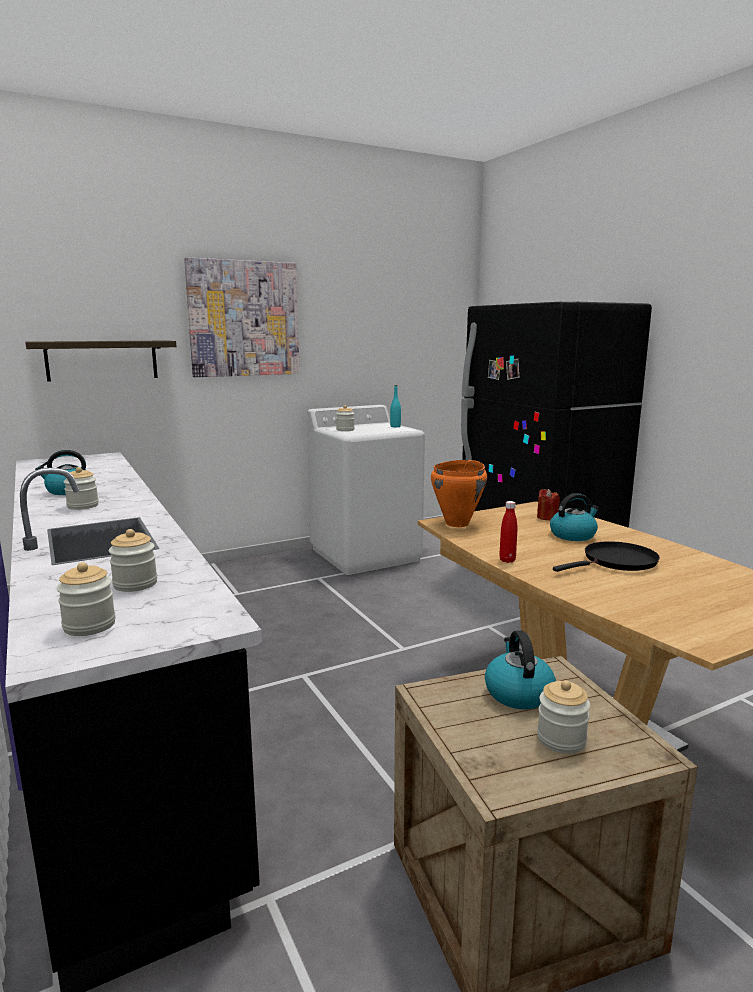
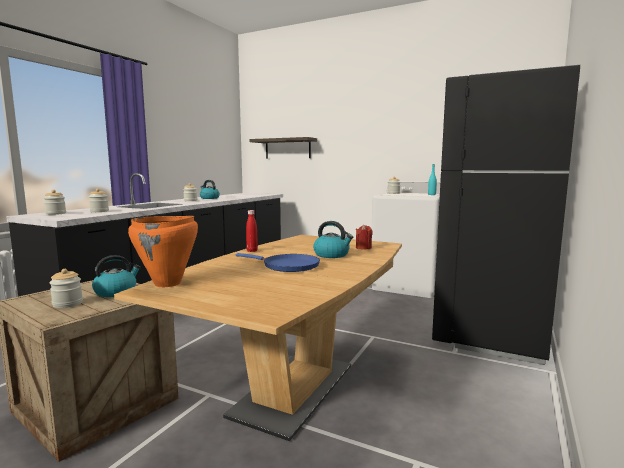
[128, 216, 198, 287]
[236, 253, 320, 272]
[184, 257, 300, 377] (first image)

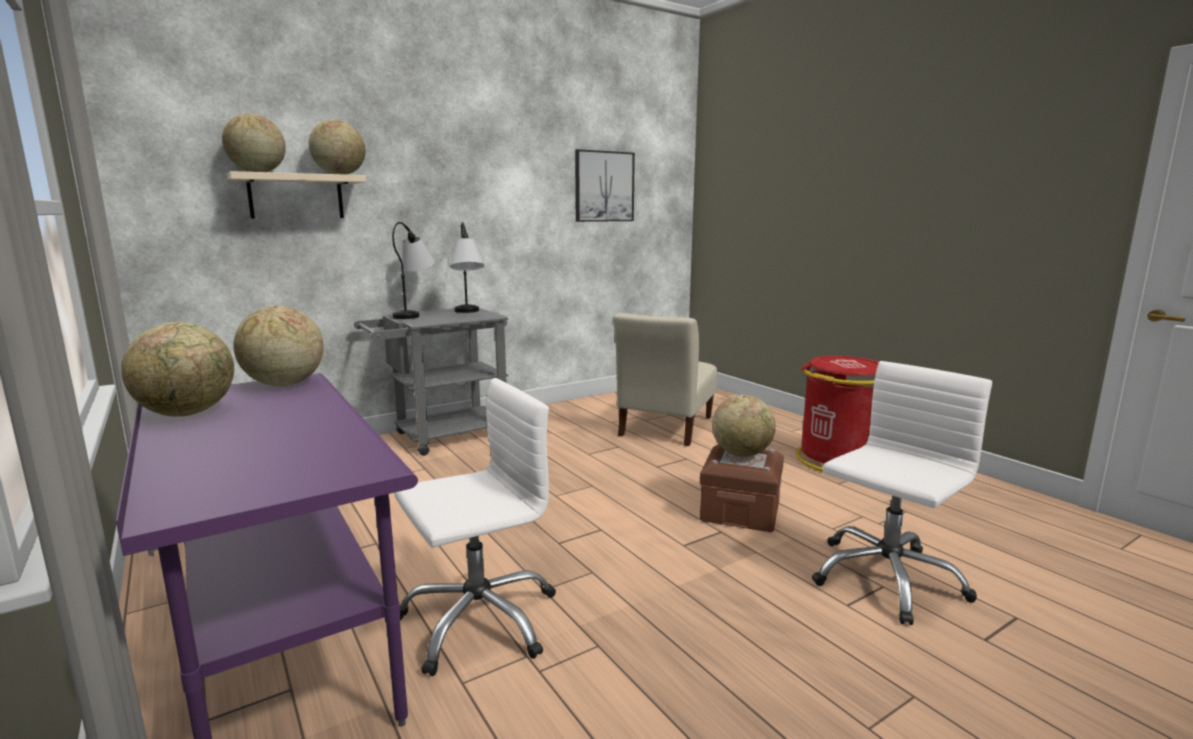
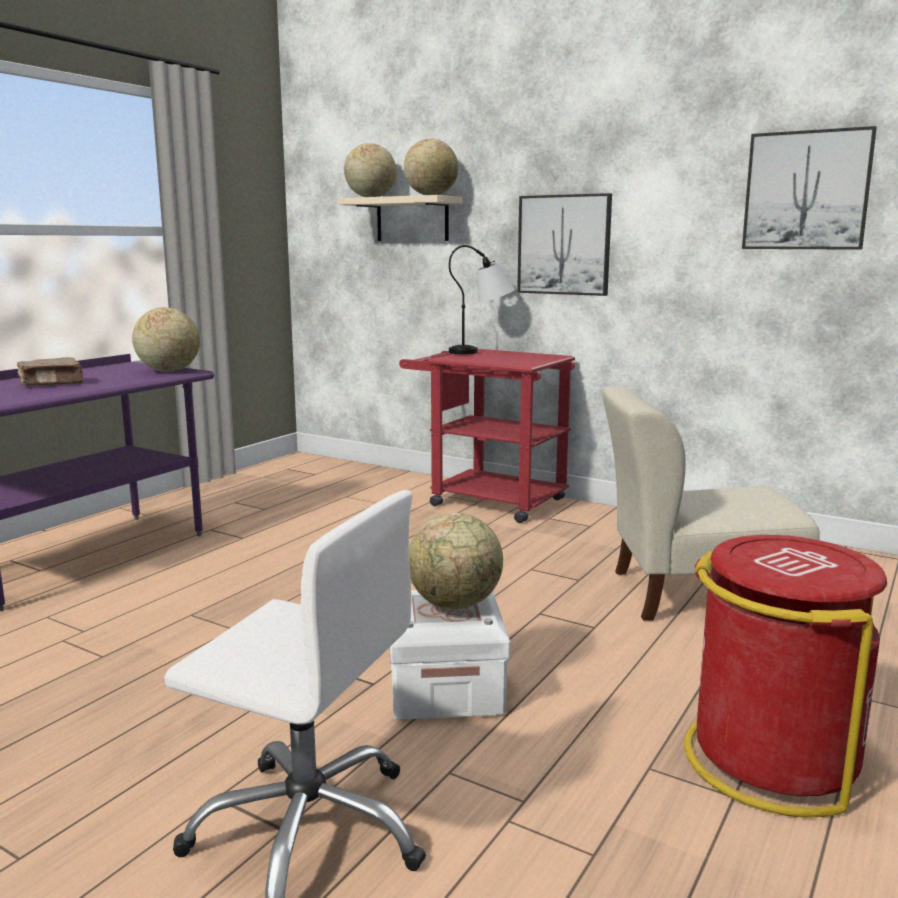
[17, 357, 83, 386]
[389, 590, 510, 720]
[399, 349, 575, 523]
[517, 193, 612, 296]
[121, 322, 234, 416] (first image)
[395, 378, 556, 676] (first image)
[450, 222, 485, 313] (first image)

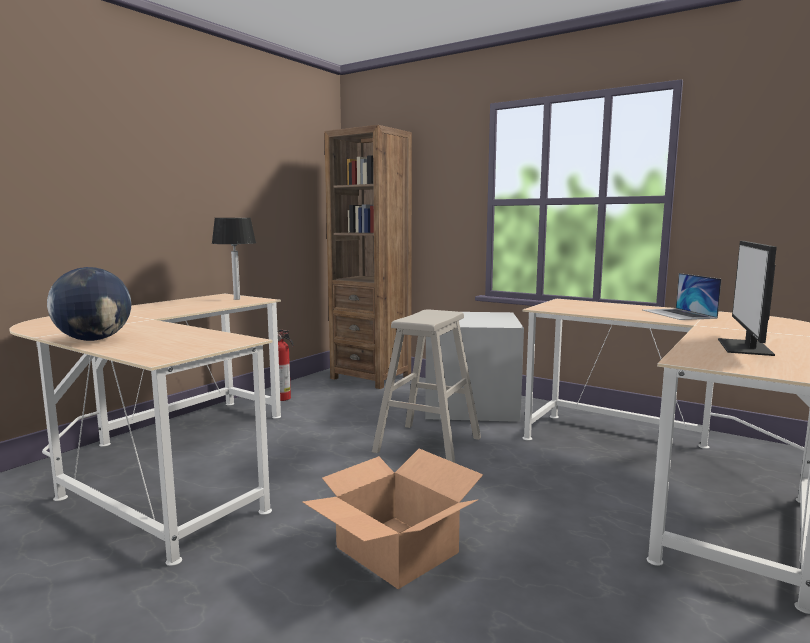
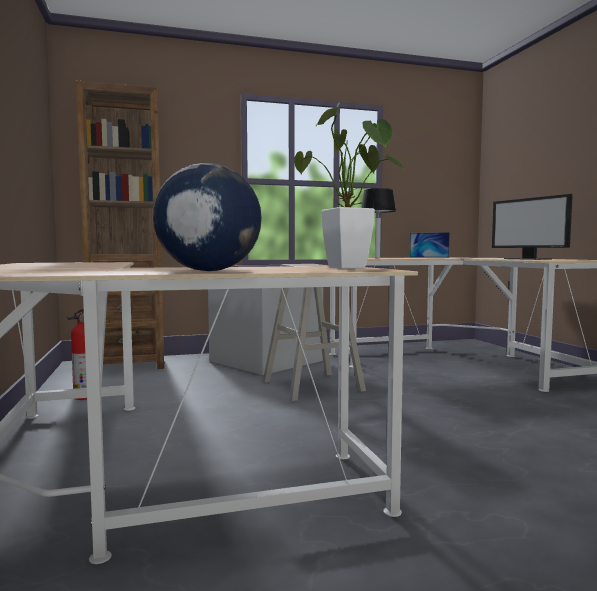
[294, 102, 404, 269]
[361, 188, 396, 258]
[303, 449, 483, 589] (first image)

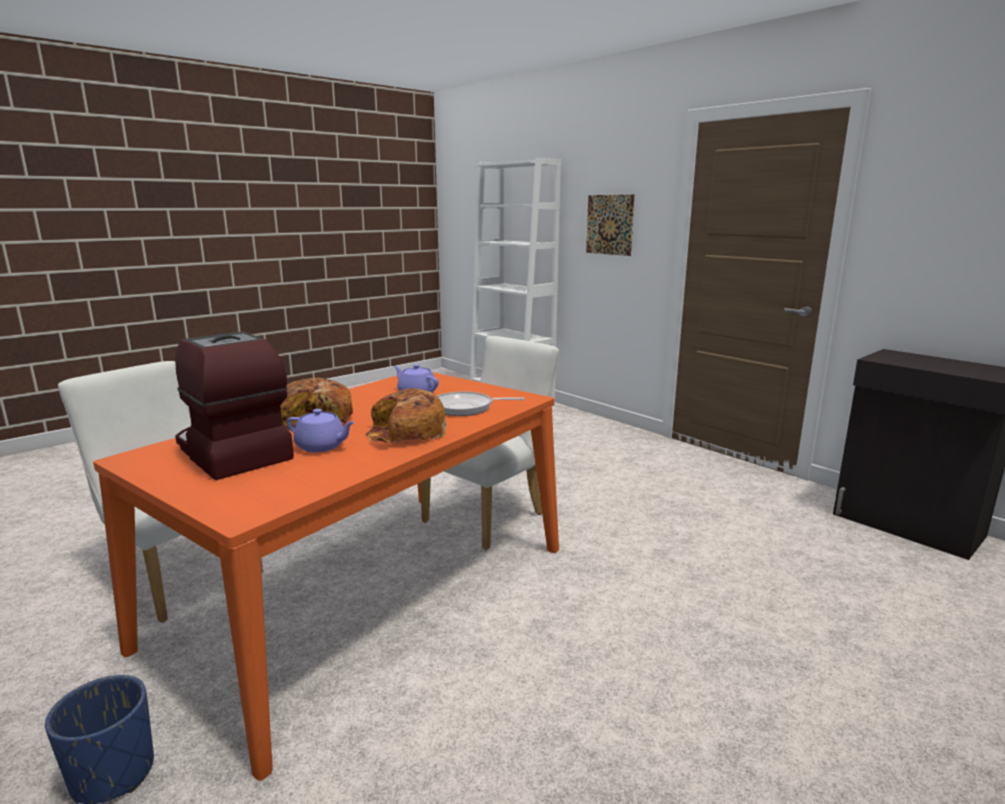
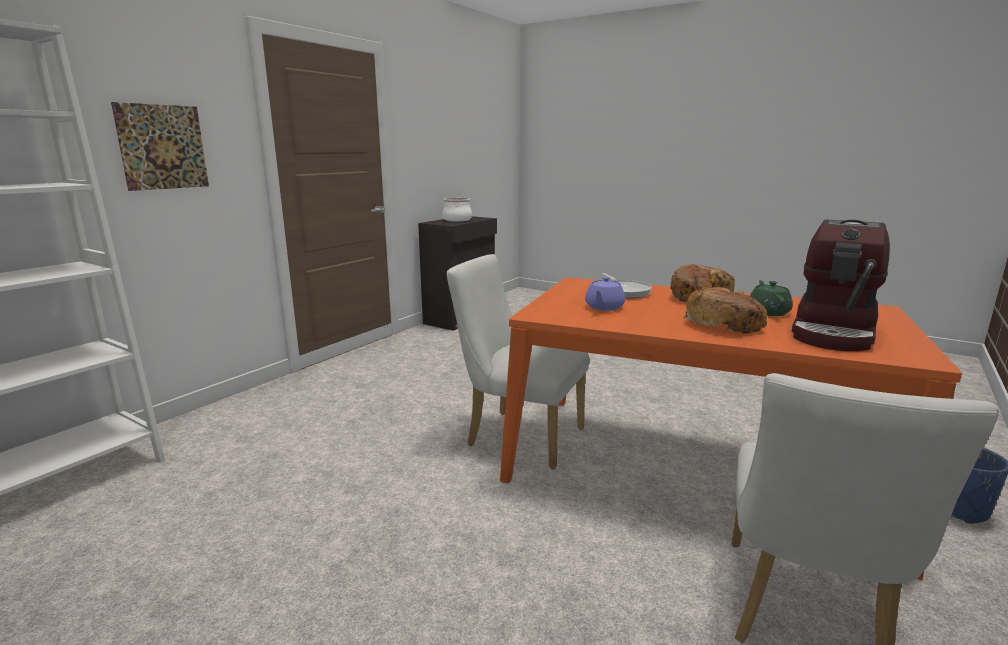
[443, 198, 472, 221]
[750, 280, 793, 316]

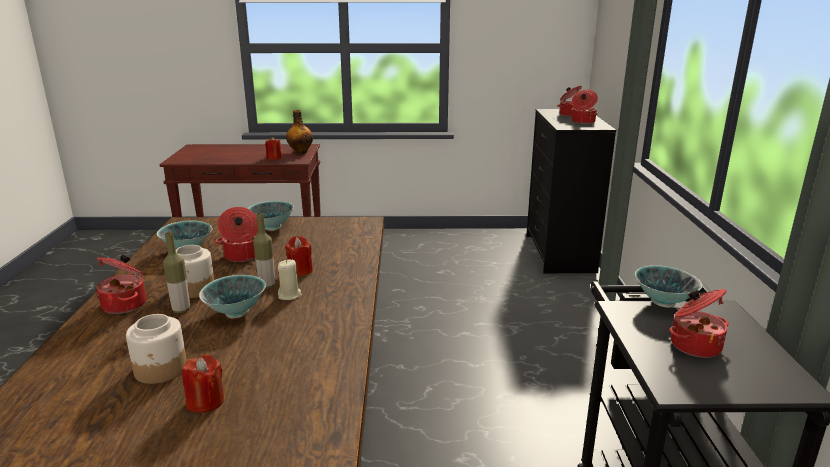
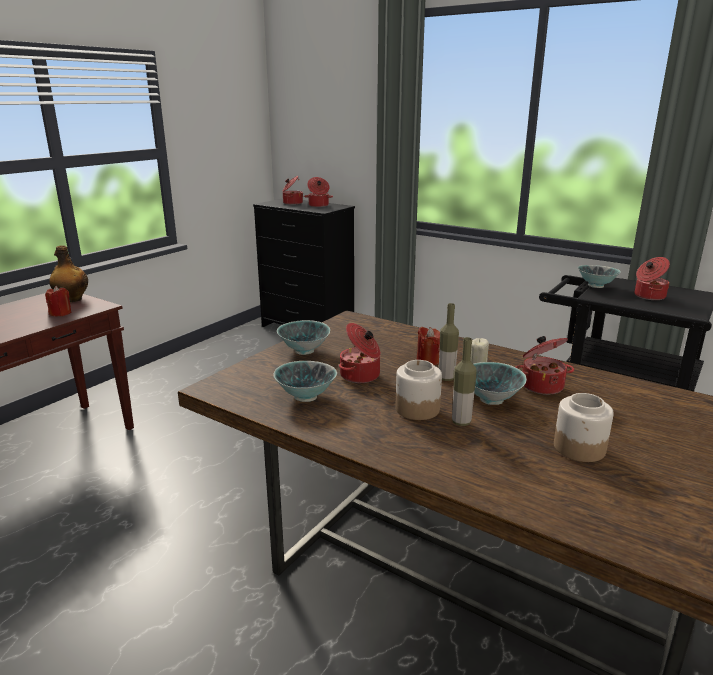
[516, 336, 574, 395]
[182, 354, 224, 413] (first image)

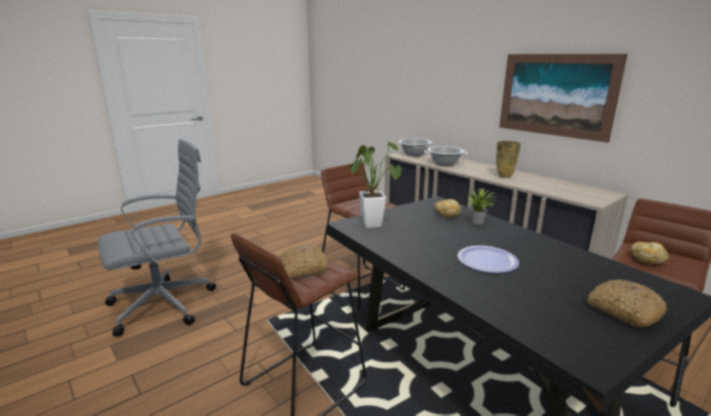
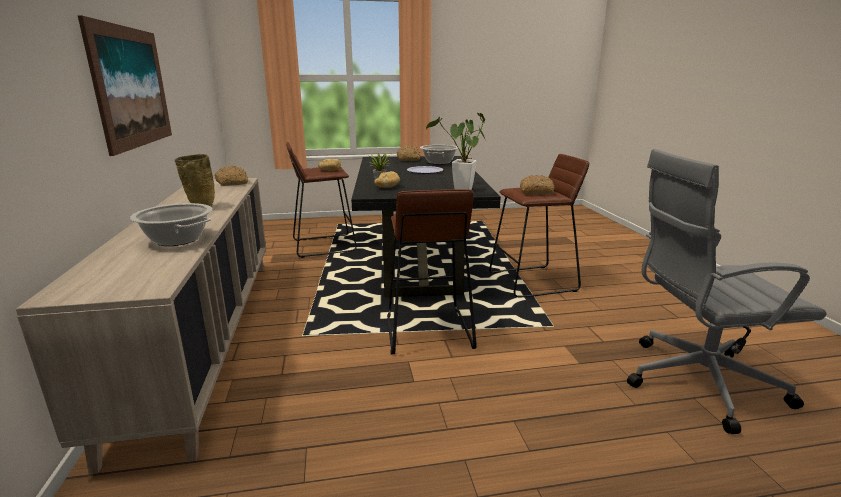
[215, 166, 248, 186]
[420, 145, 459, 165]

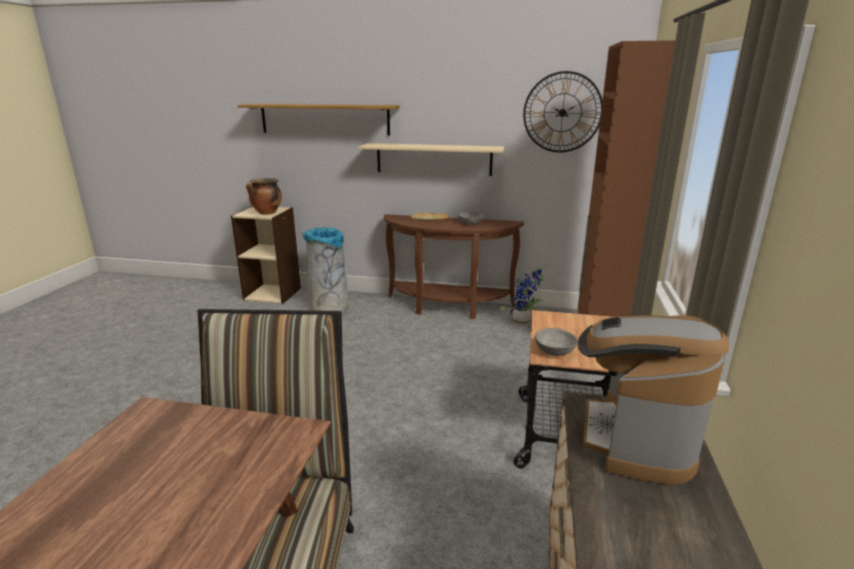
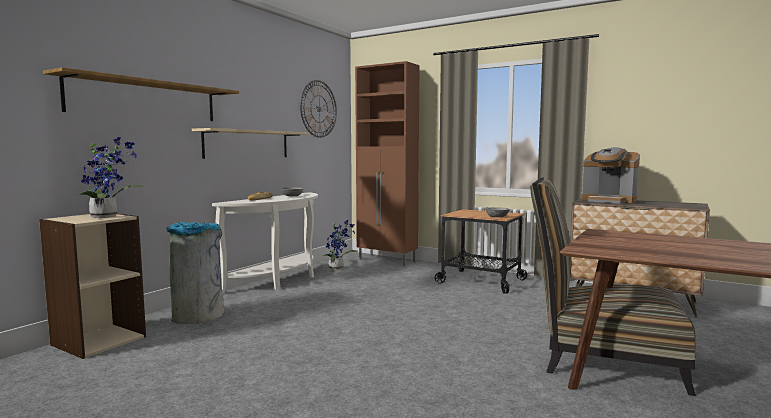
[78, 137, 143, 218]
[212, 192, 318, 294]

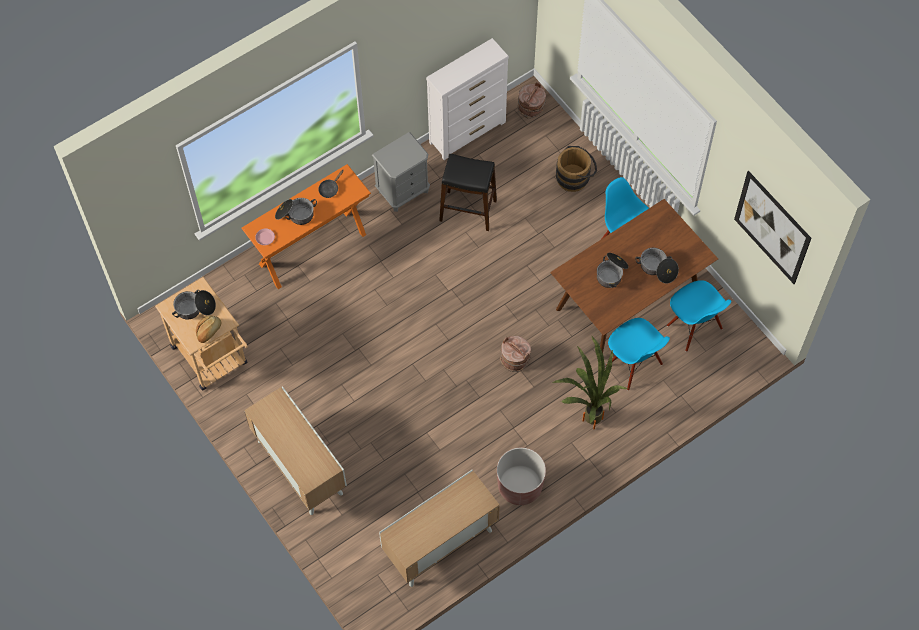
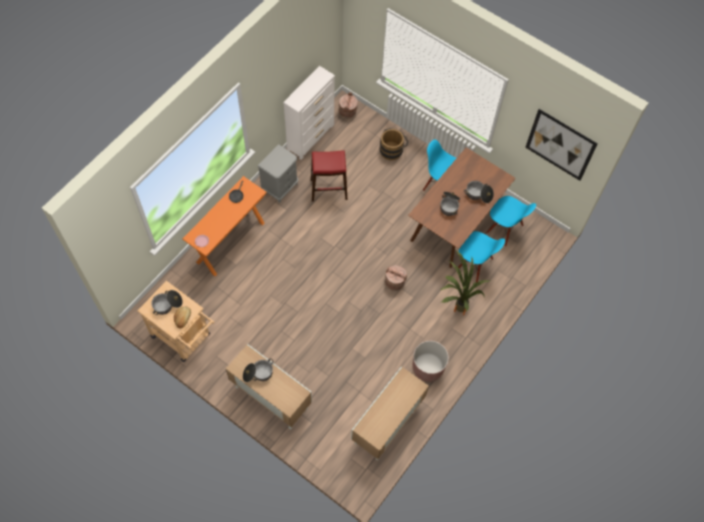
[243, 359, 273, 382]
[311, 150, 347, 202]

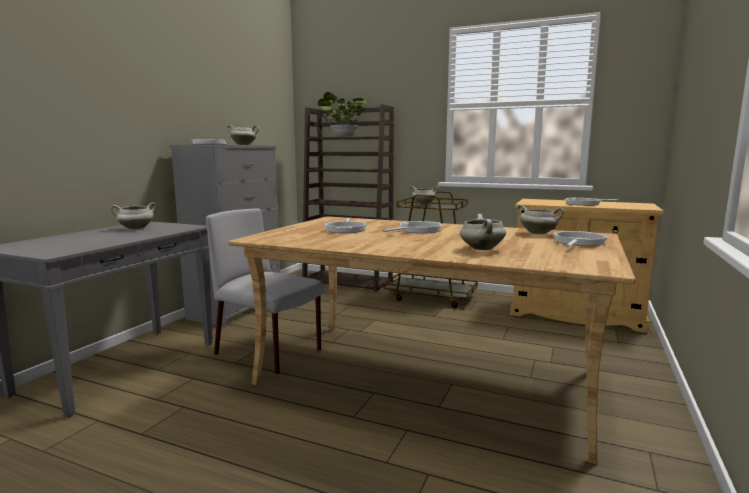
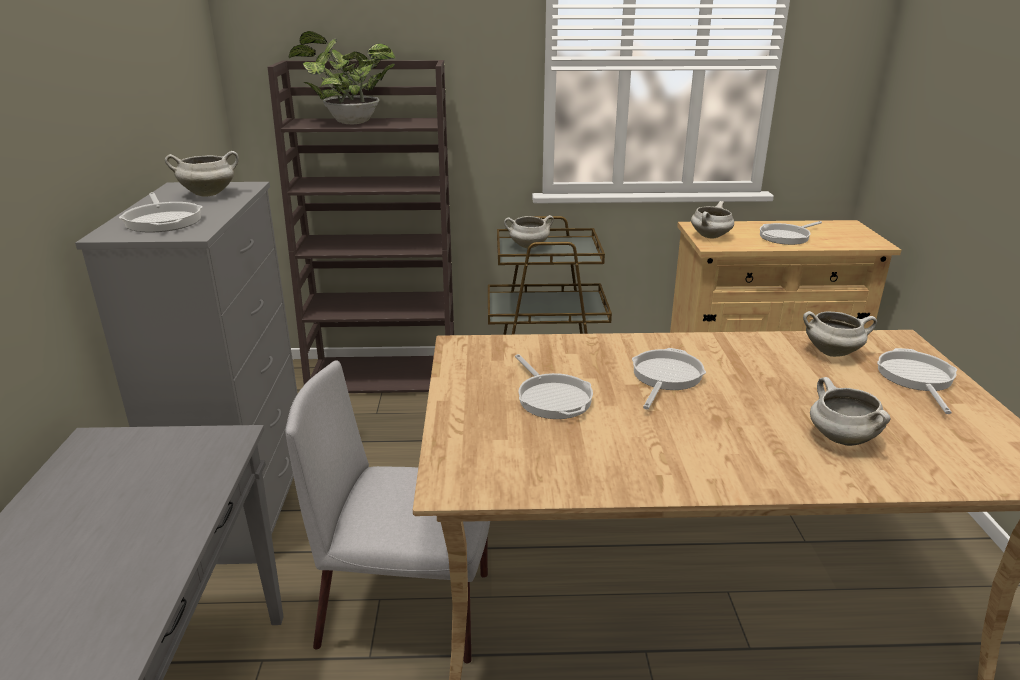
[691, 201, 734, 239]

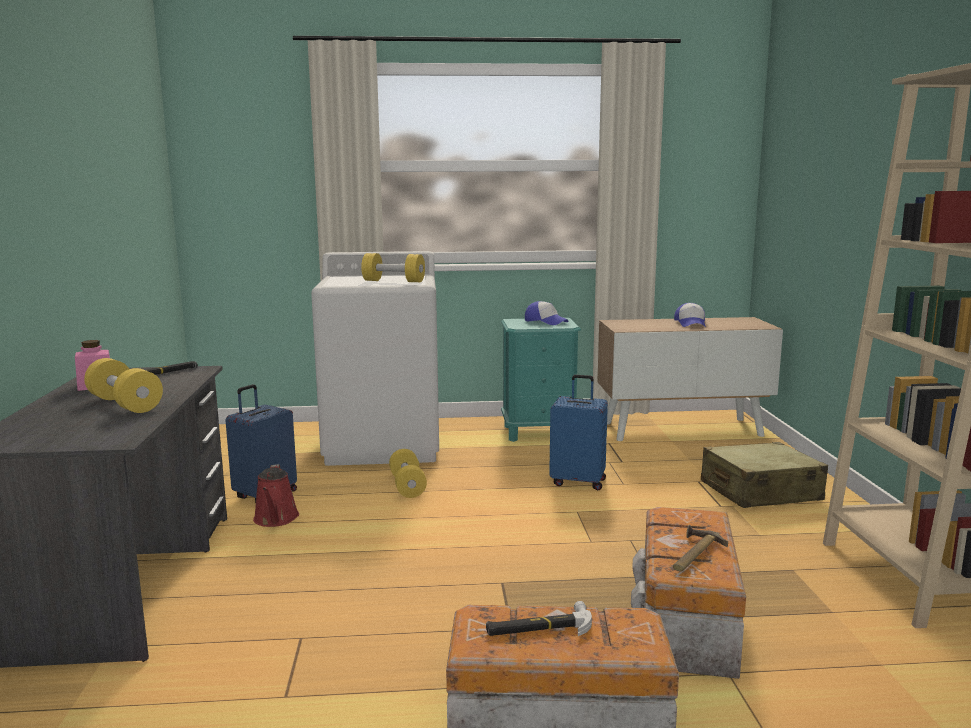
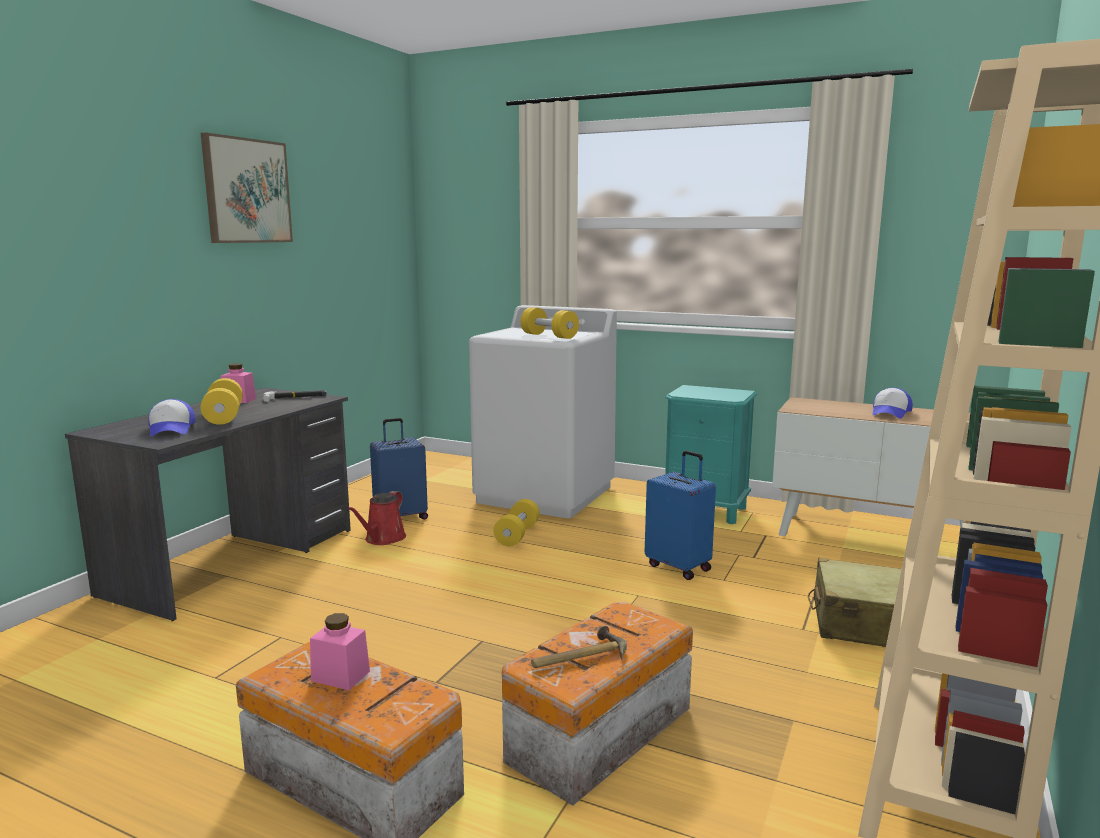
[148, 399, 196, 437]
[201, 132, 293, 243]
[310, 613, 370, 690]

